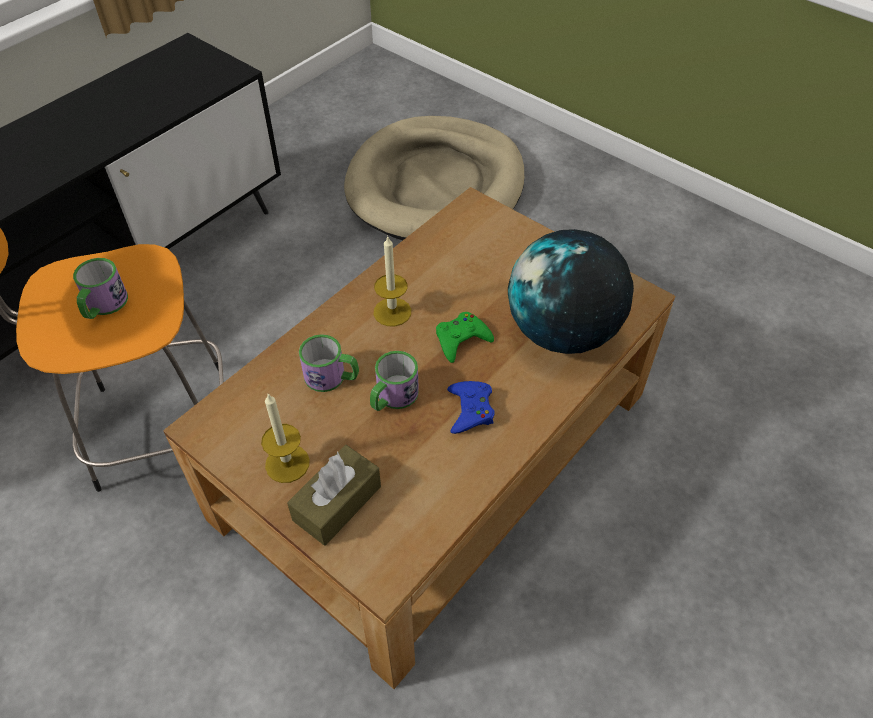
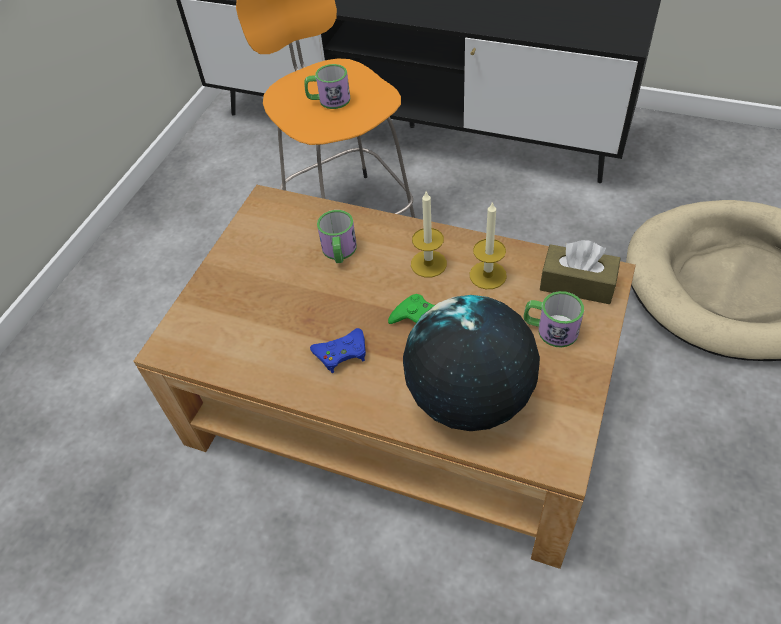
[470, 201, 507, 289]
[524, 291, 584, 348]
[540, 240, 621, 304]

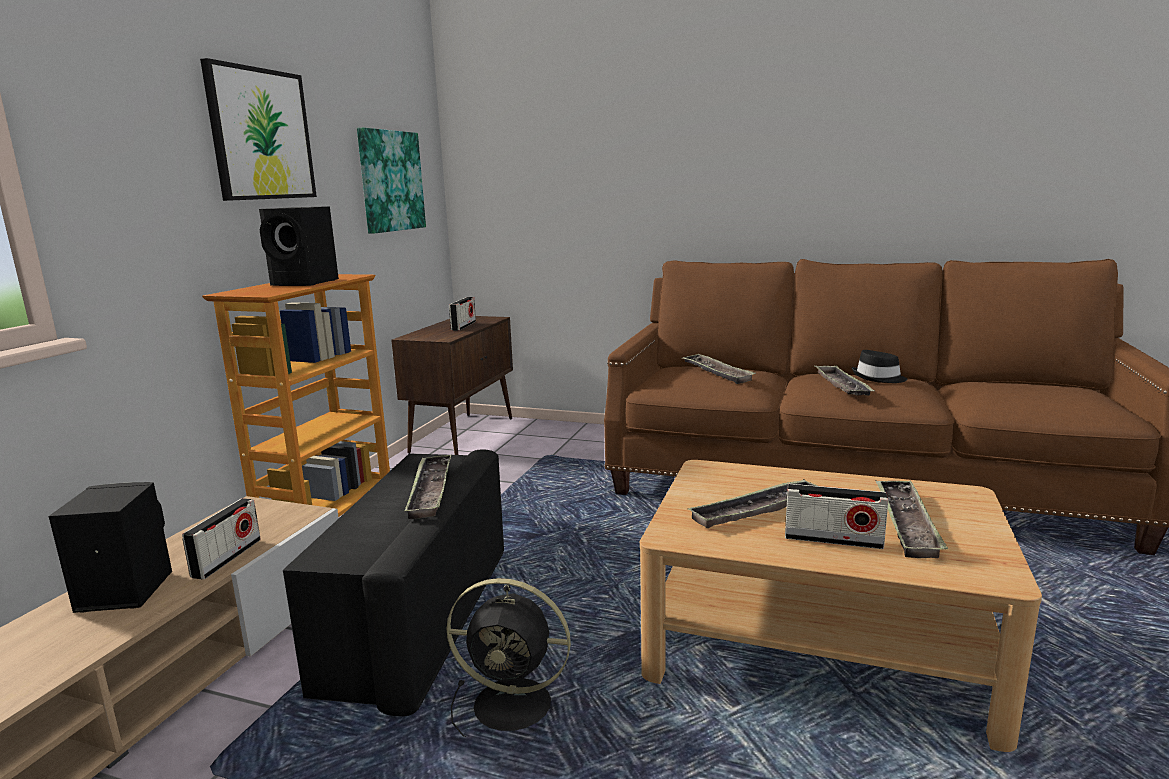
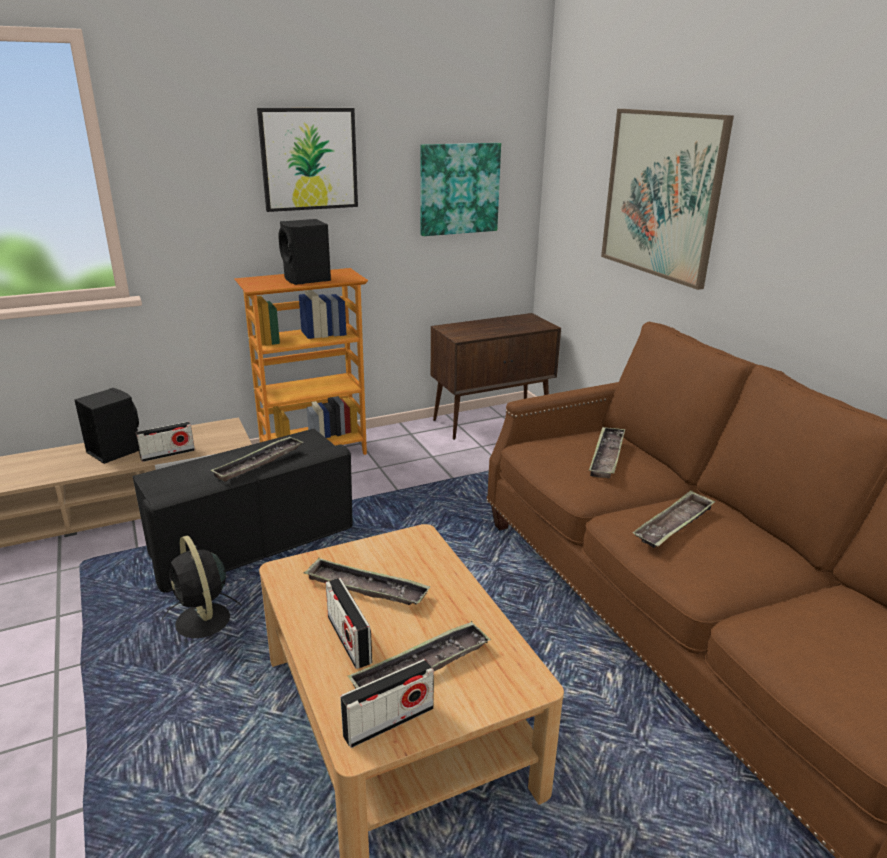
[340, 659, 434, 748]
[601, 109, 734, 290]
[852, 350, 907, 383] (first image)

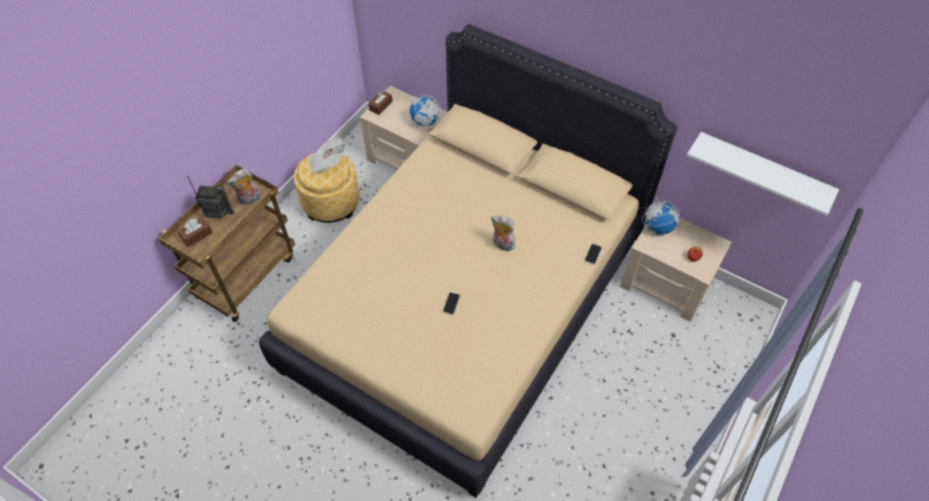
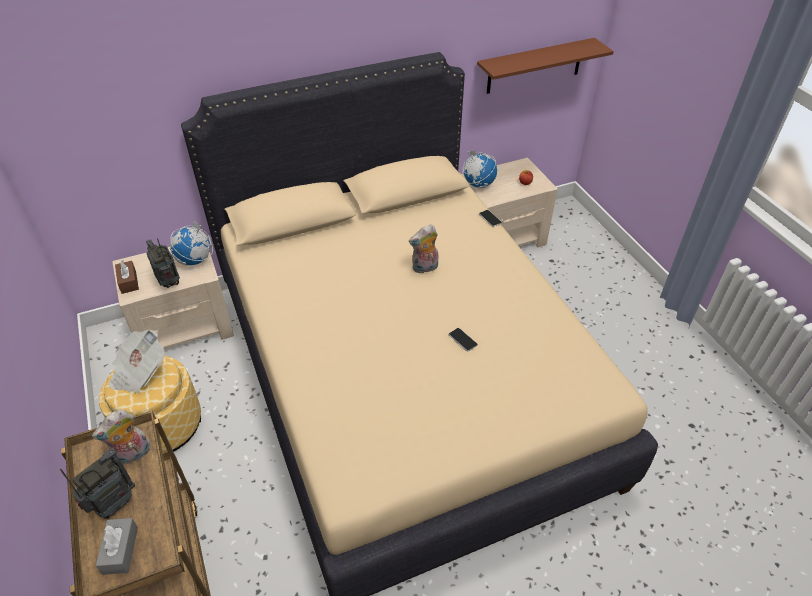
[92, 409, 150, 466]
[96, 518, 138, 575]
[146, 238, 180, 288]
[477, 38, 614, 94]

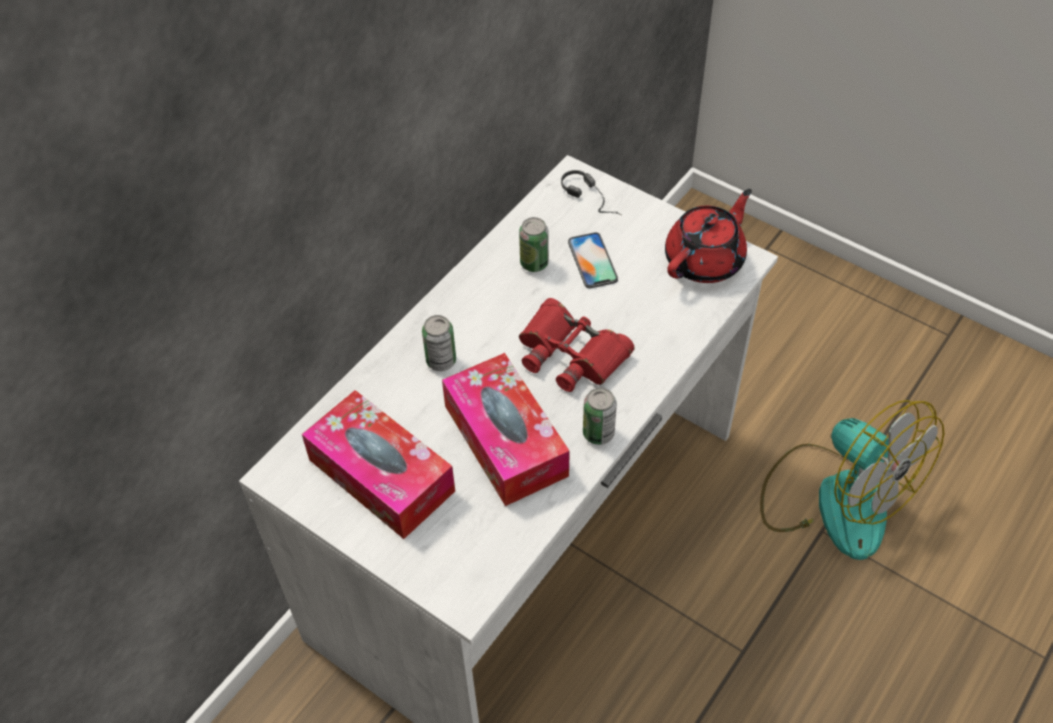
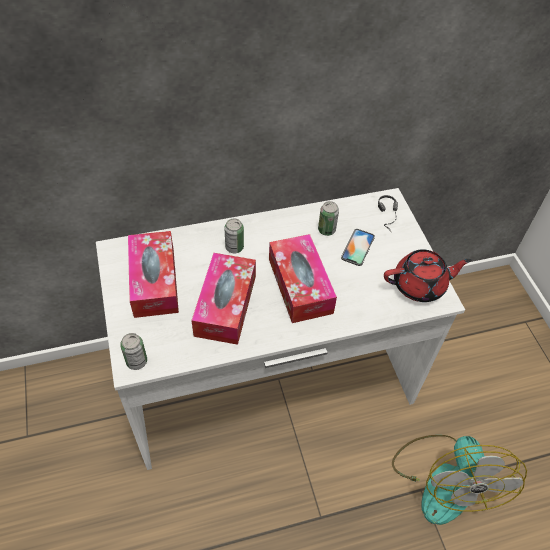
[120, 333, 147, 370]
[269, 234, 337, 323]

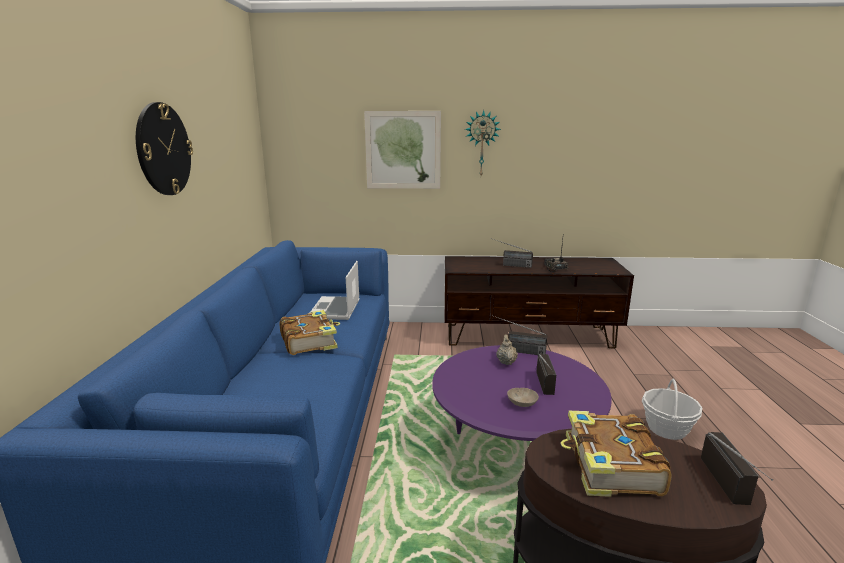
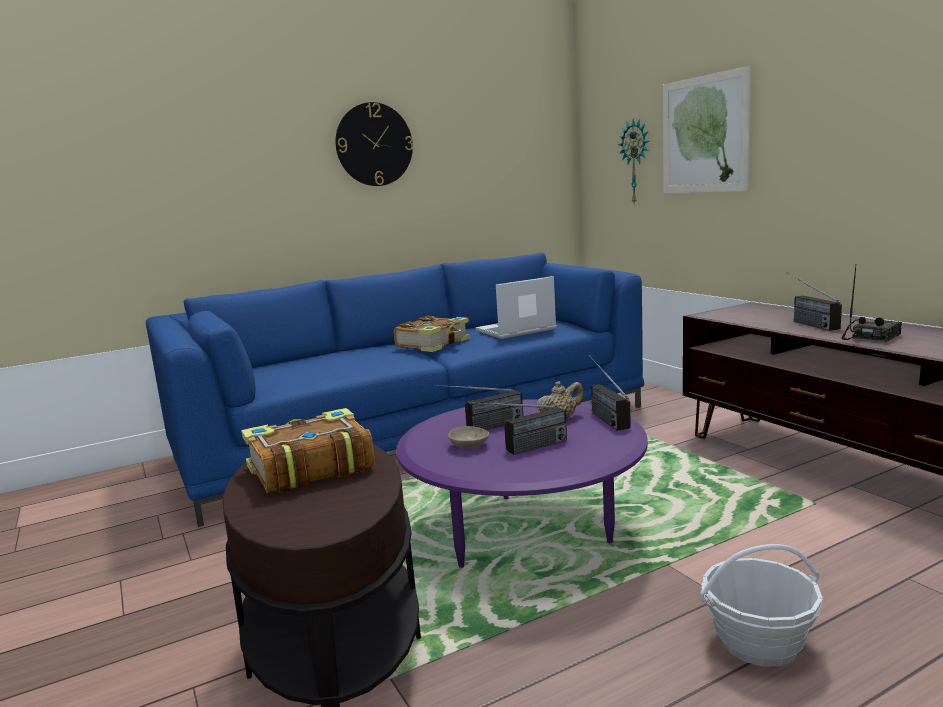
[434, 385, 523, 430]
[618, 118, 649, 206]

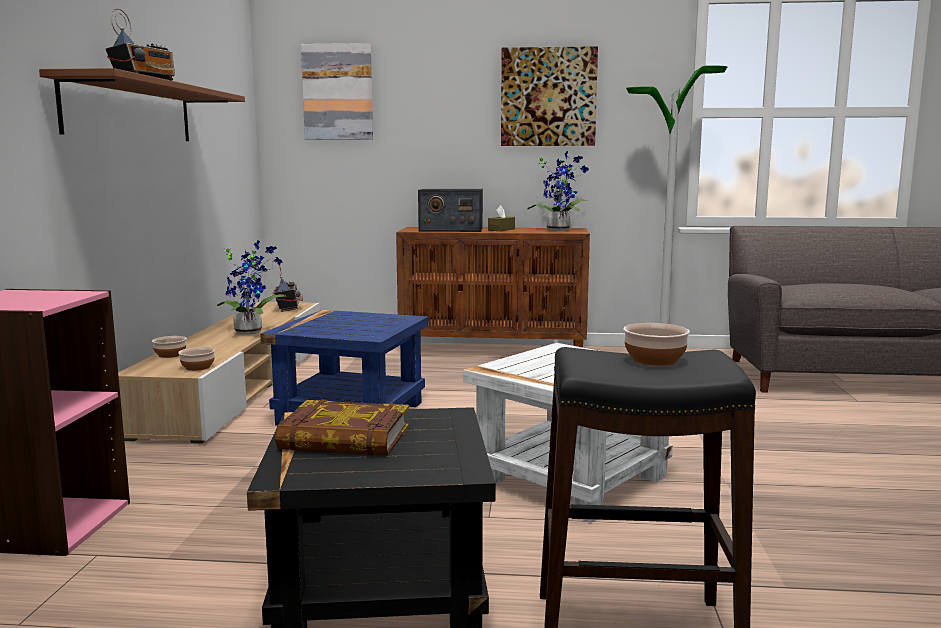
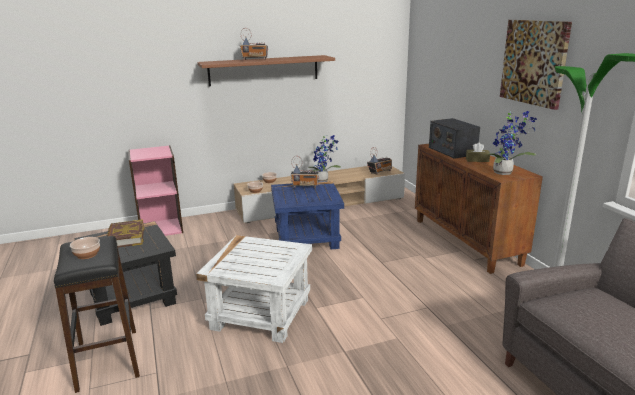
[291, 156, 319, 188]
[301, 43, 373, 140] (first image)

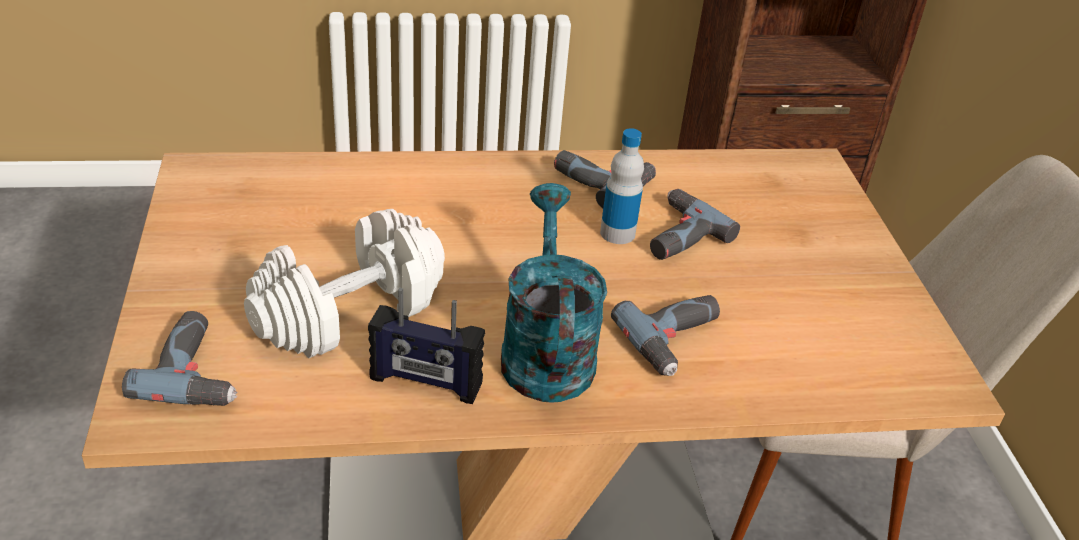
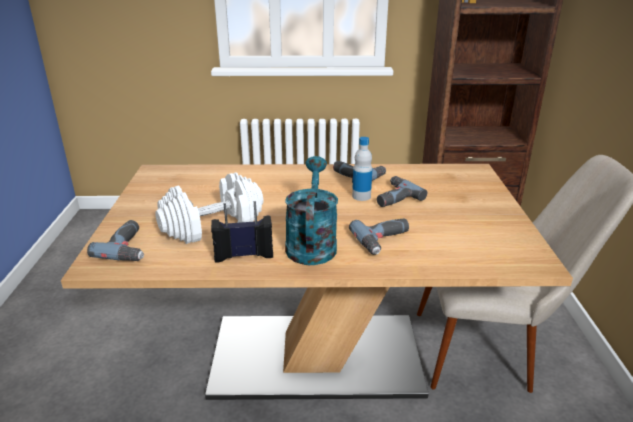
[211, 201, 273, 263]

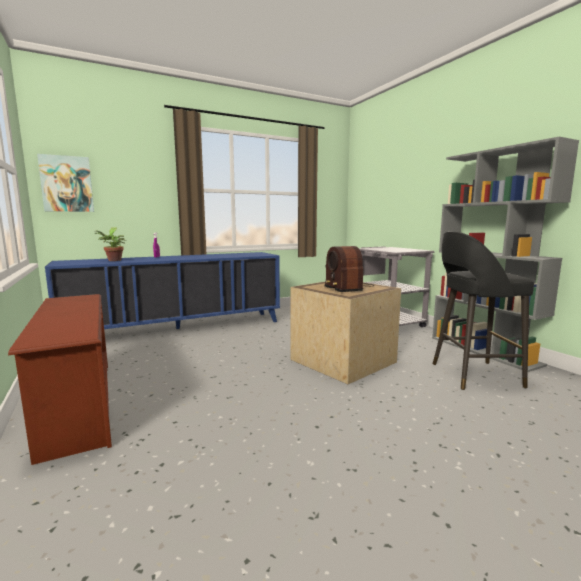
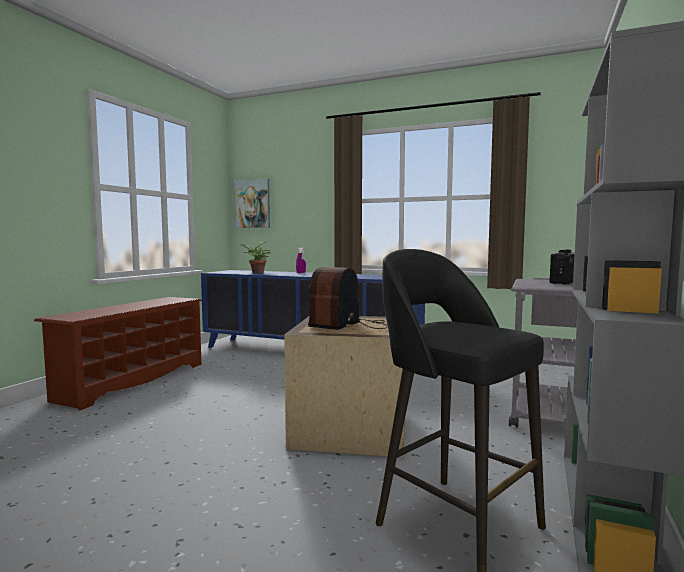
[549, 249, 575, 285]

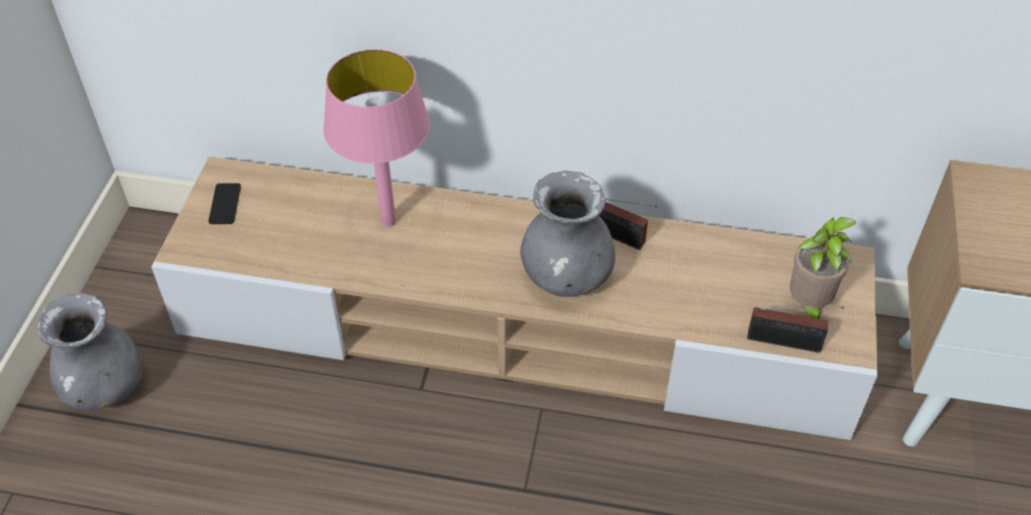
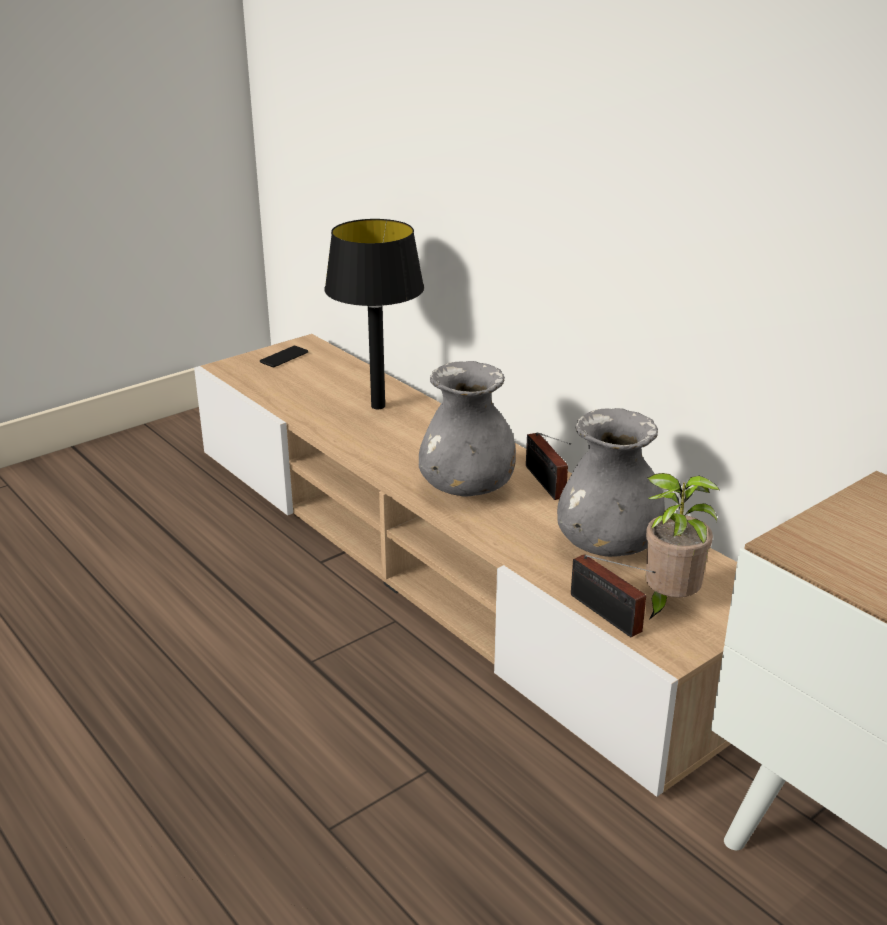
[324, 219, 424, 409]
[557, 408, 665, 557]

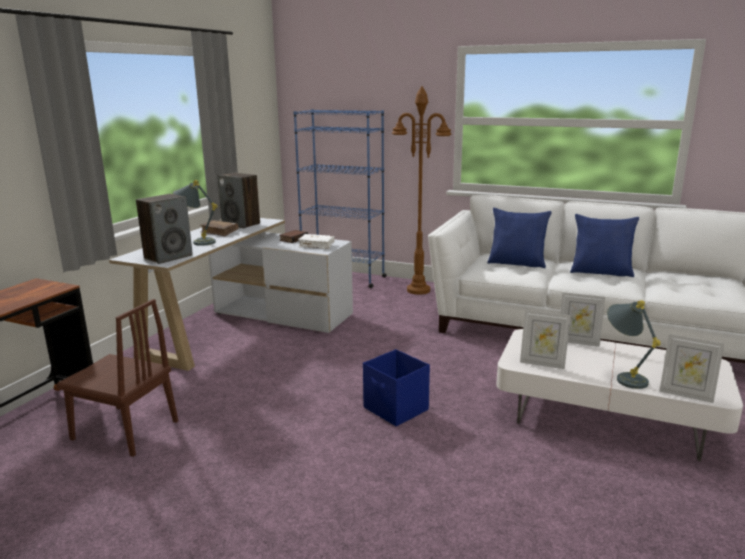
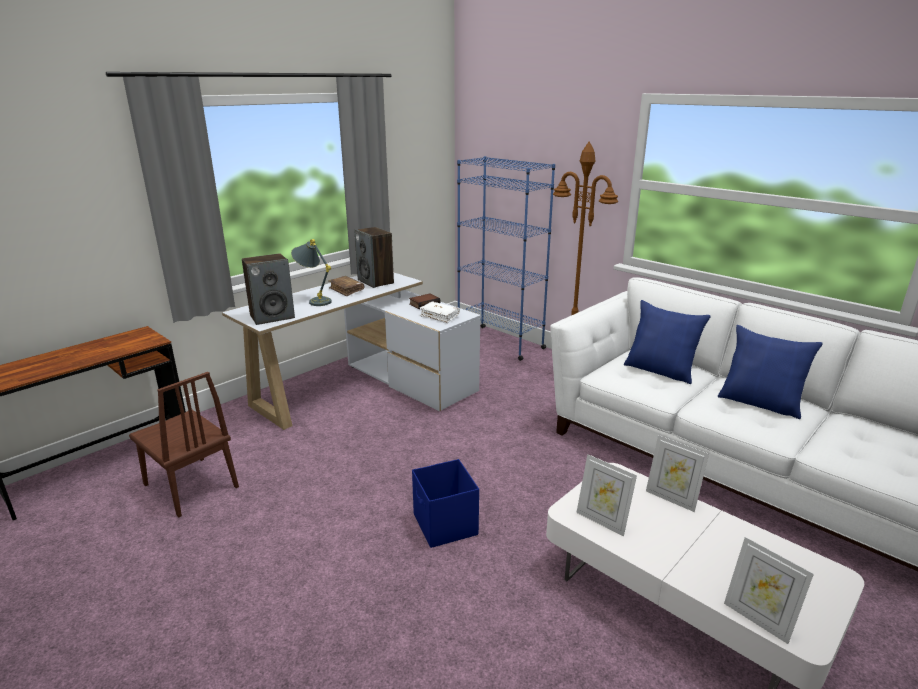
[607, 300, 661, 389] (first image)

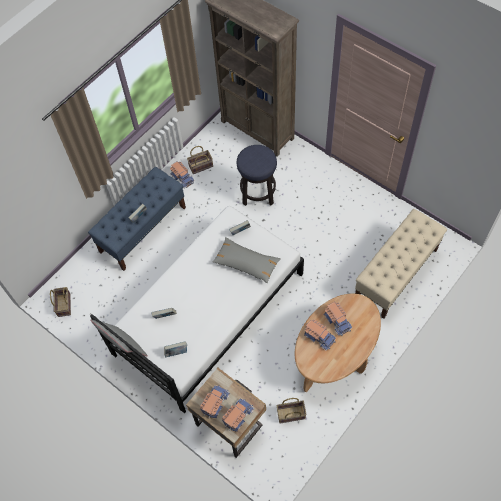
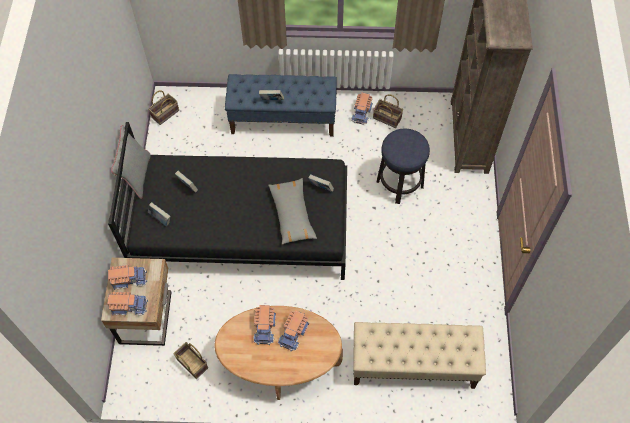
[108, 122, 347, 280]

